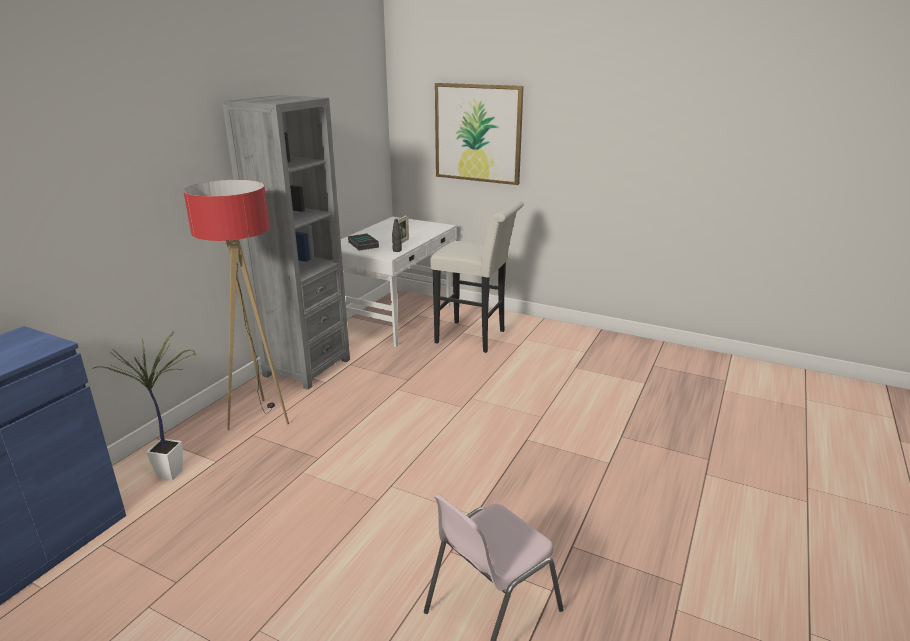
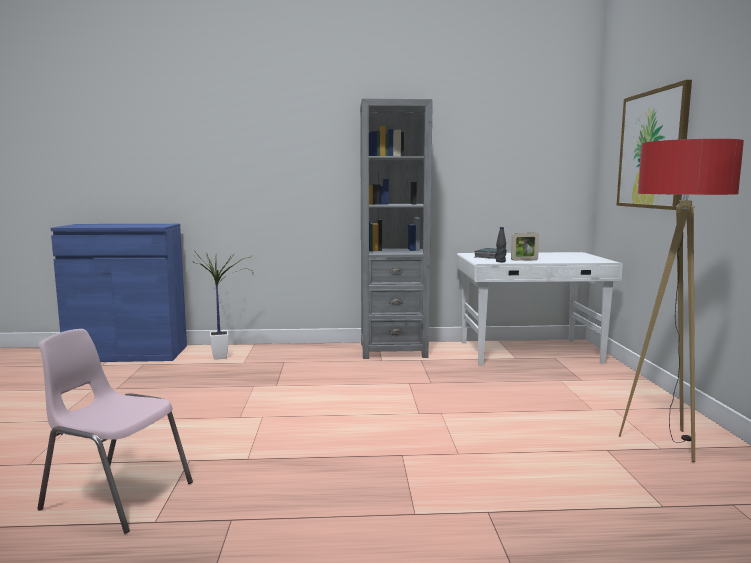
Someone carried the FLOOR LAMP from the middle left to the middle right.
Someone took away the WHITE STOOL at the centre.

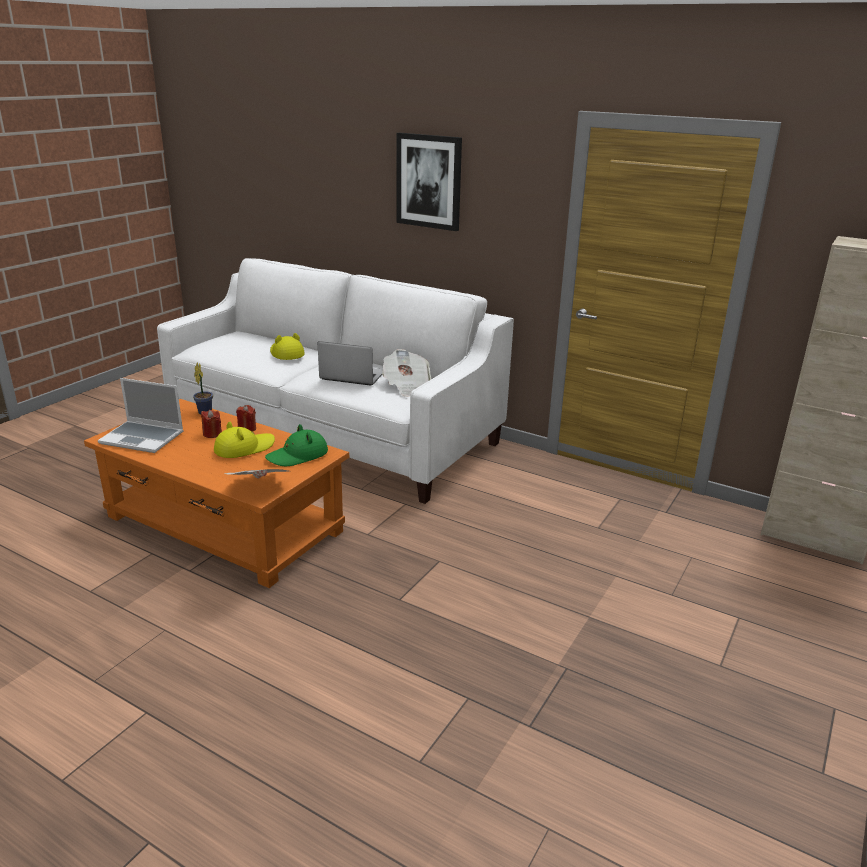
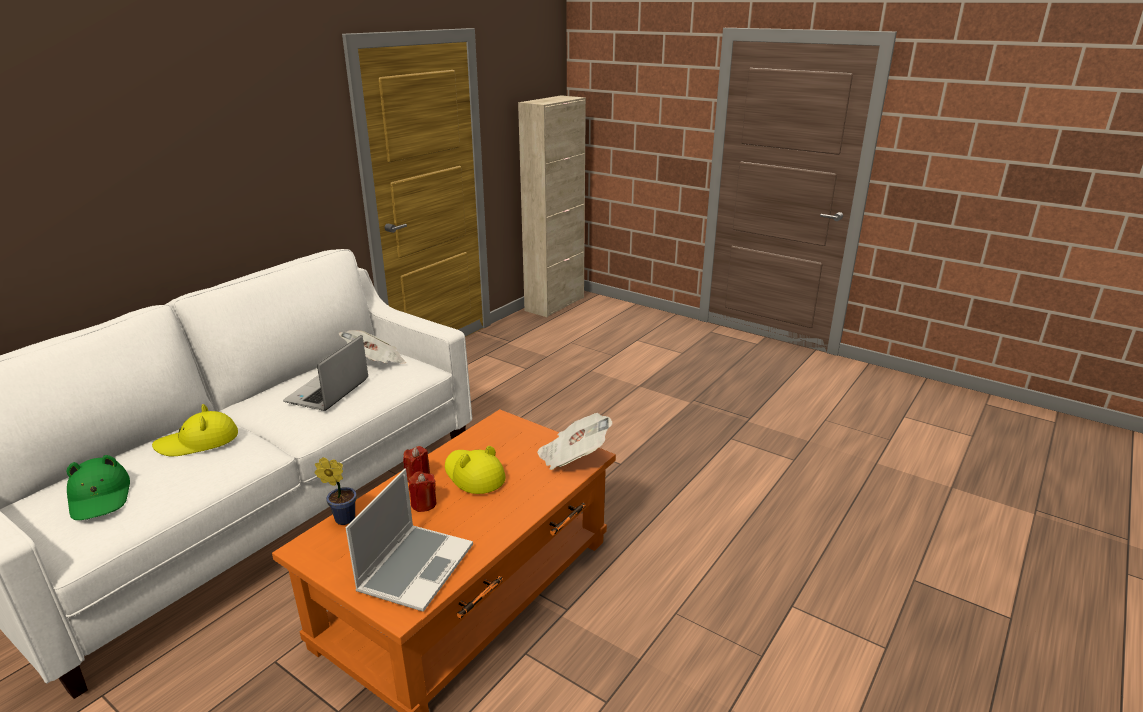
Someone took away the PICTURE at the top centre.
Someone carried the GREEN HAT from the centre to the bottom left.

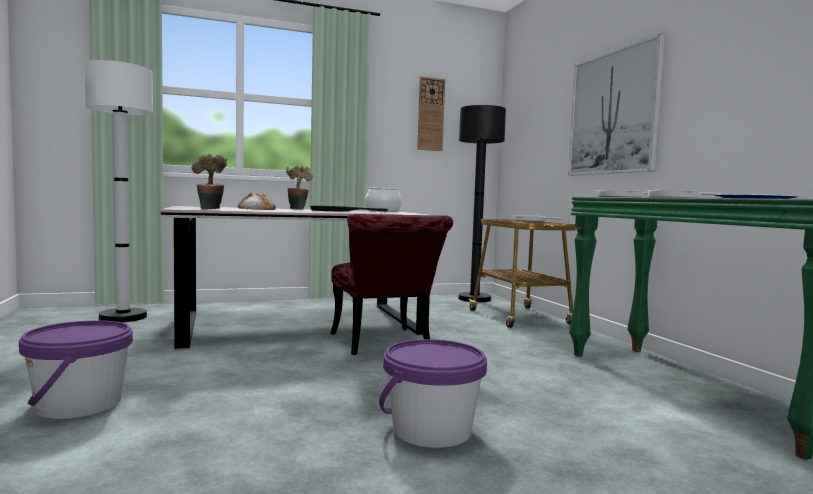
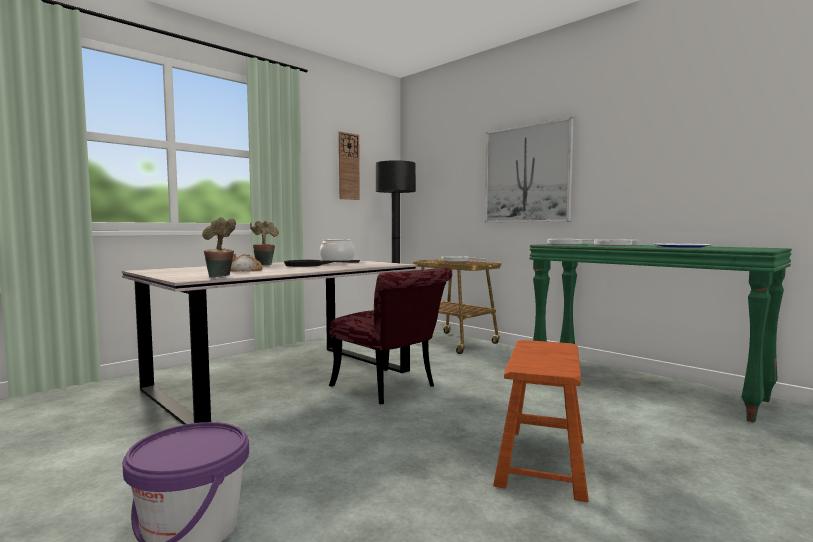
Someone took away the WHITE FLOOR LAMP at the middle left.
Someone swapped the PURPLE BUCKET (no. 2 from left) at the bottom centre for the BROWN STOOL at the bottom centre.

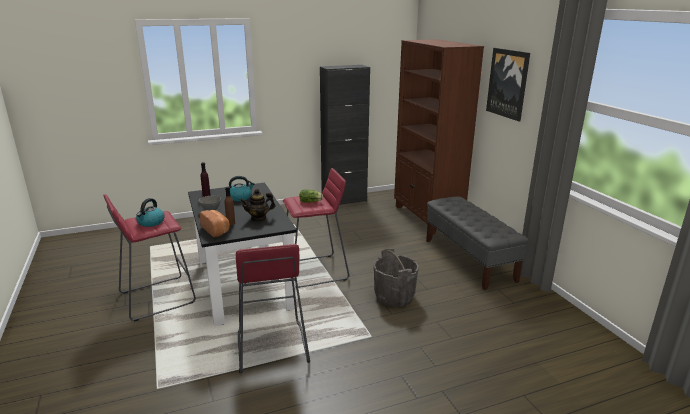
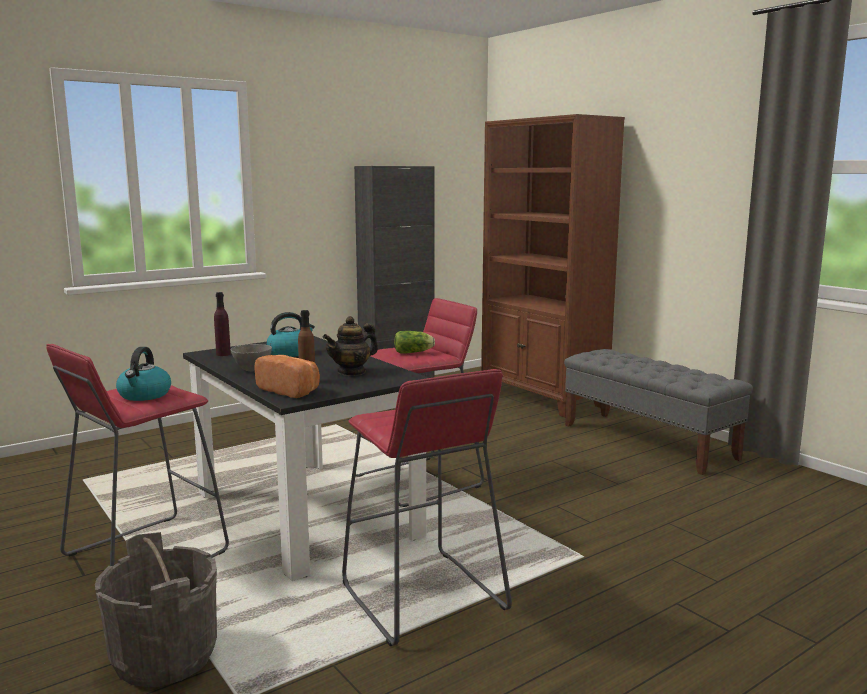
Someone took away the PICTURE at the top right.
Someone carried the GREY BUCKET from the bottom centre to the bottom left.

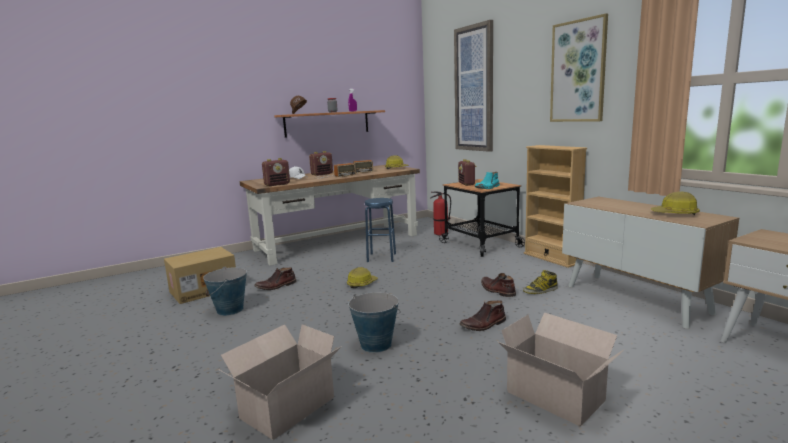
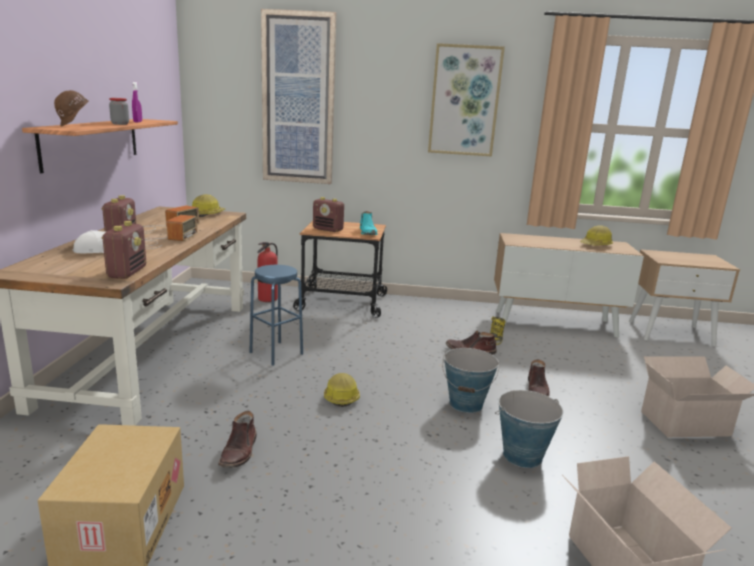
Someone took away the BEIGE BOOKCASE at the middle right.
Someone carried the BUCKET (no. 1 from left) from the middle left to the bottom centre.

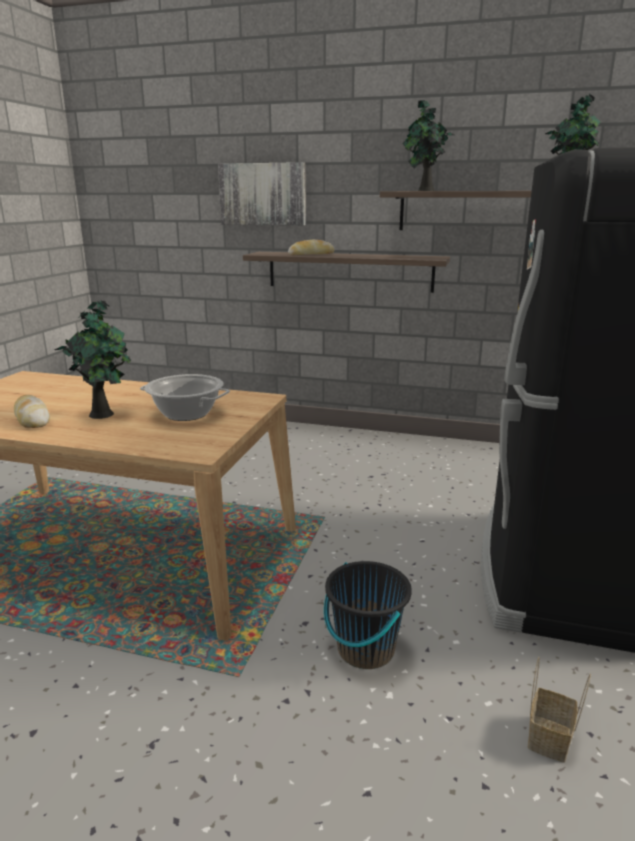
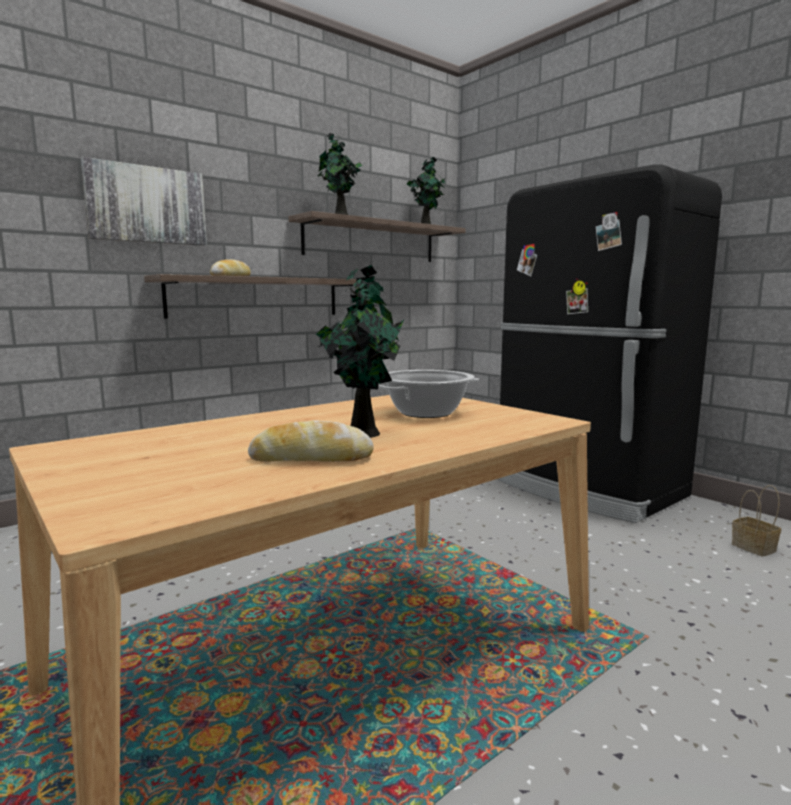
Someone took away the BLACK BUCKET at the bottom centre.

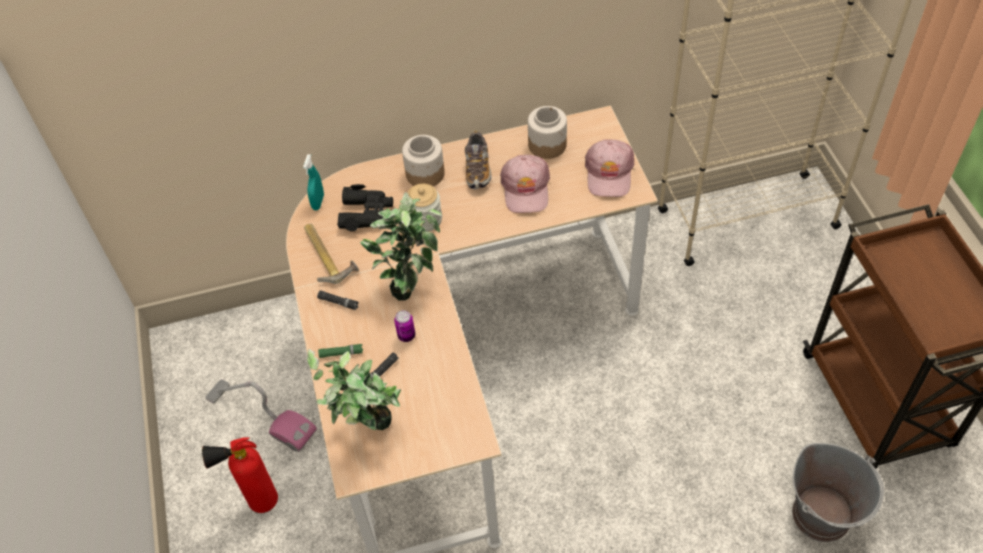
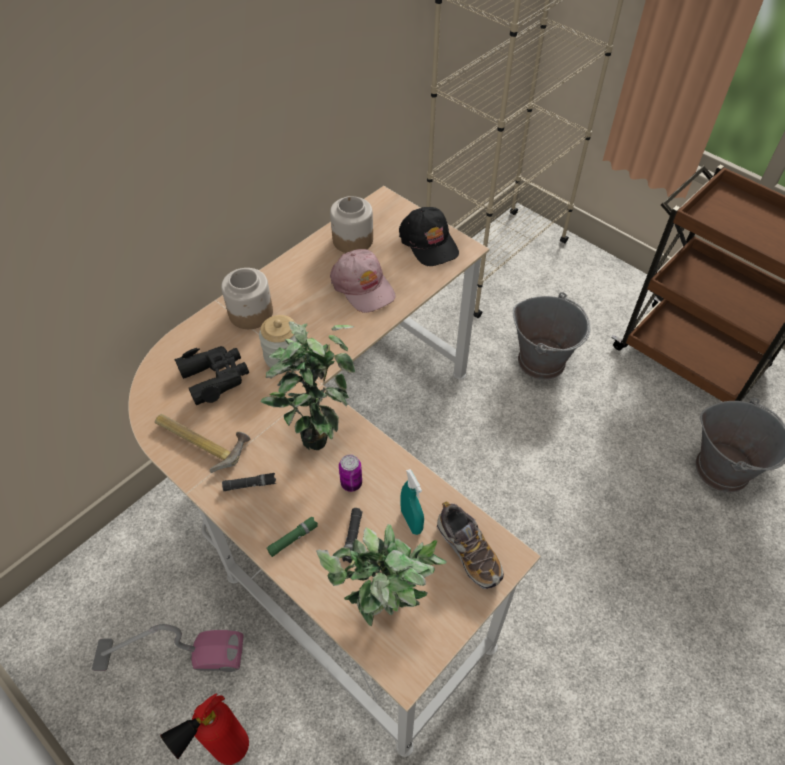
Someone carried the SHOE from the top centre to the bottom centre.
Someone repainted the PINK CAP (no. 2 from left) at the top centre, which became the BLACK CAP at the top centre.
Someone carried the TURQUOISE SPRAY BOTTLE from the top left to the centre.
Someone put down the GREY BUCKET (no. 1 from left) at the middle right.

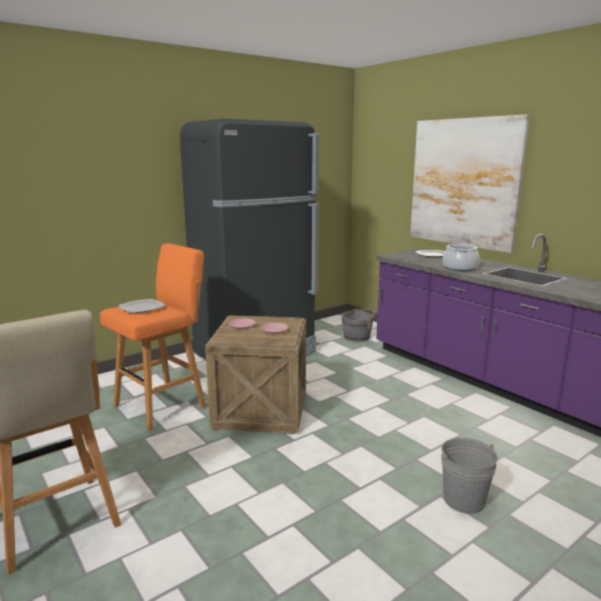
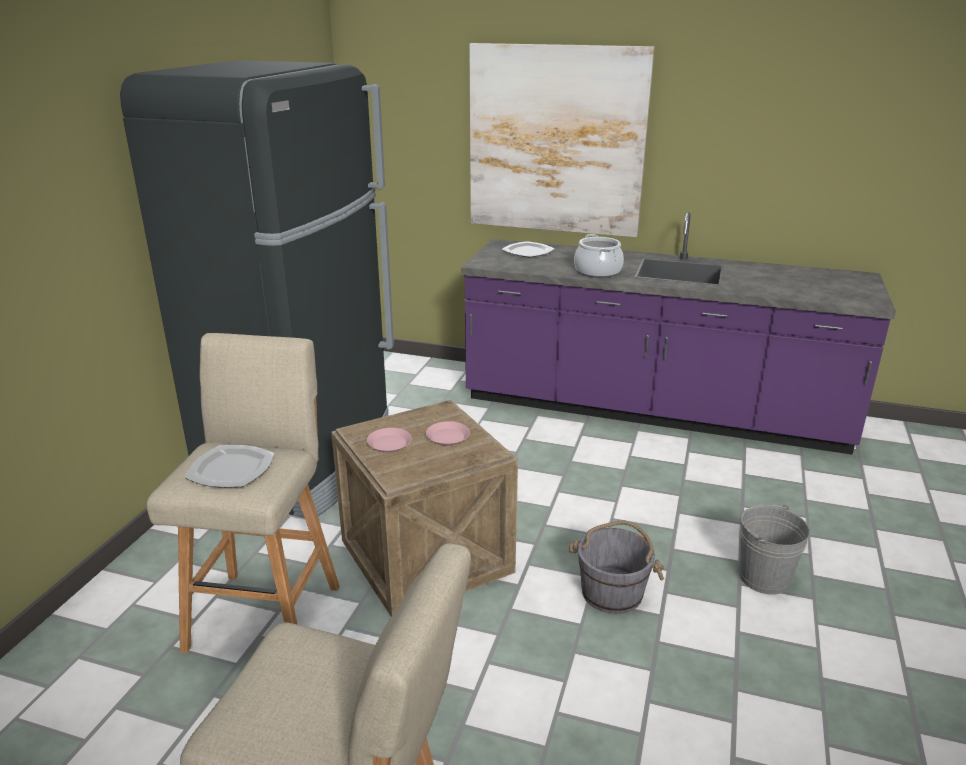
Someone repainted the ORANGE STOOL at the middle left, which became the BEIGE STOOL (no. 1 from left) at the middle left.
Someone carried the GREY BUCKET (no. 1 from left) from the centre to the bottom centre.

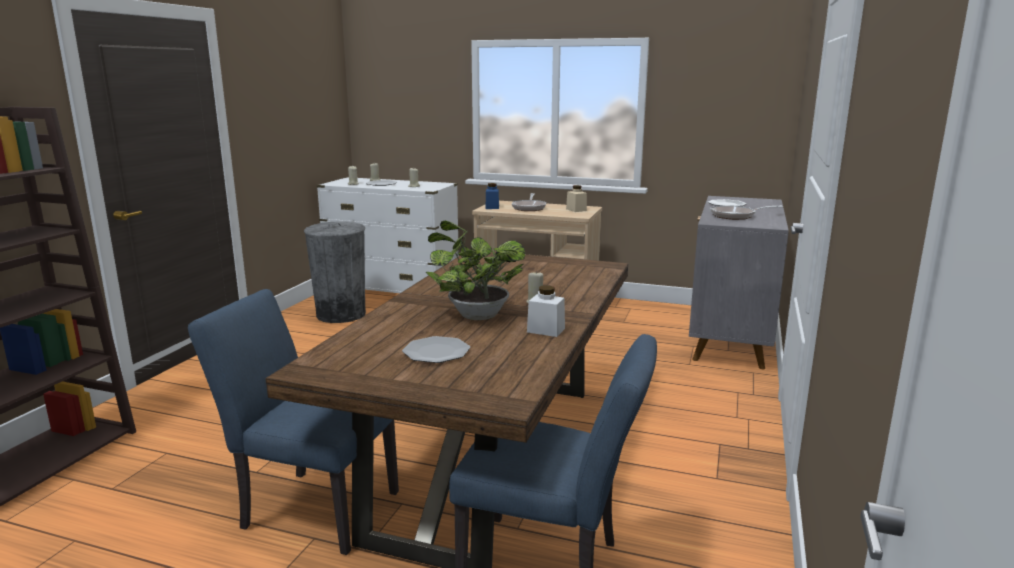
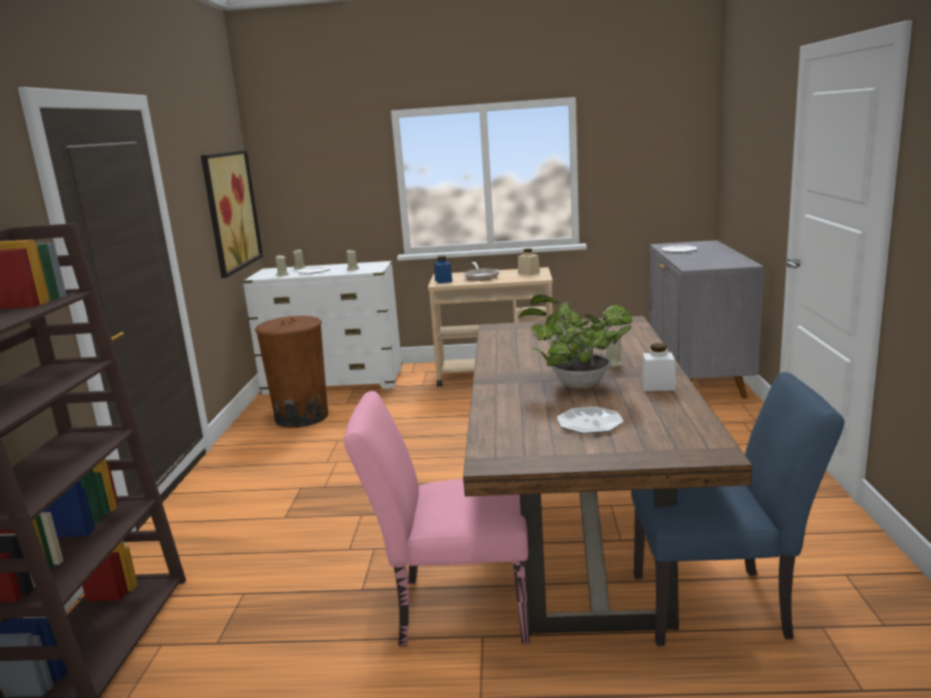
Someone took away the FRYING PAN (no. 2 from left) at the middle right.
Someone repainted the GREY TRASH CAN at the middle left, which became the BROWN TRASH CAN at the middle left.
Someone repainted the BLUE CHAIR (no. 1 from left) at the bottom left, which became the PINK CHAIR at the bottom centre.
Someone put up the PICTURE at the top left.

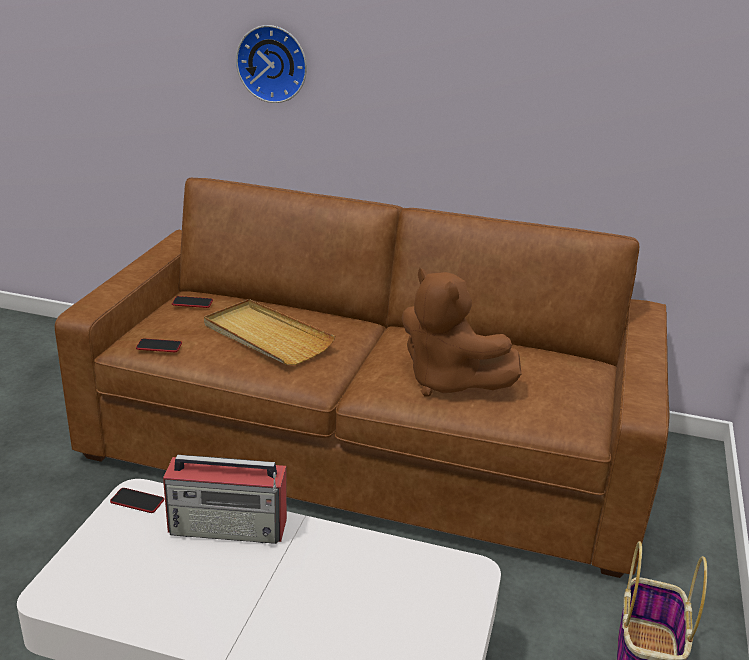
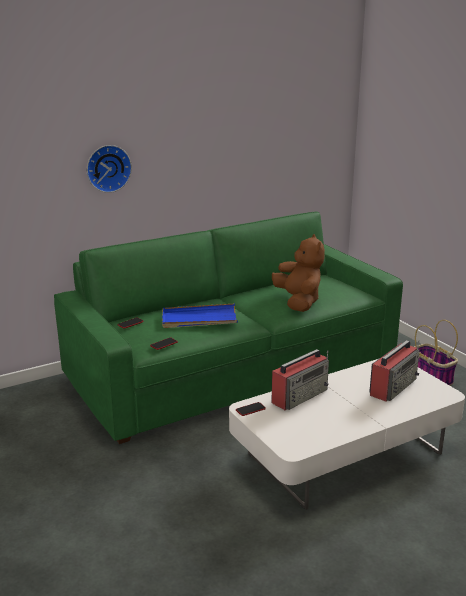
Someone repainted the BROWN SOFA at the centre, which became the GREEN SOFA at the centre.
Someone rotated the BROWN PLUSH TOY at the centre by 105 degrees counterclockwise.
Someone repainted the BEIGE TRAY at the centre, which became the BLUE TRAY at the centre.
Someone put down the RADIO (no. 2 from left) at the middle right.

